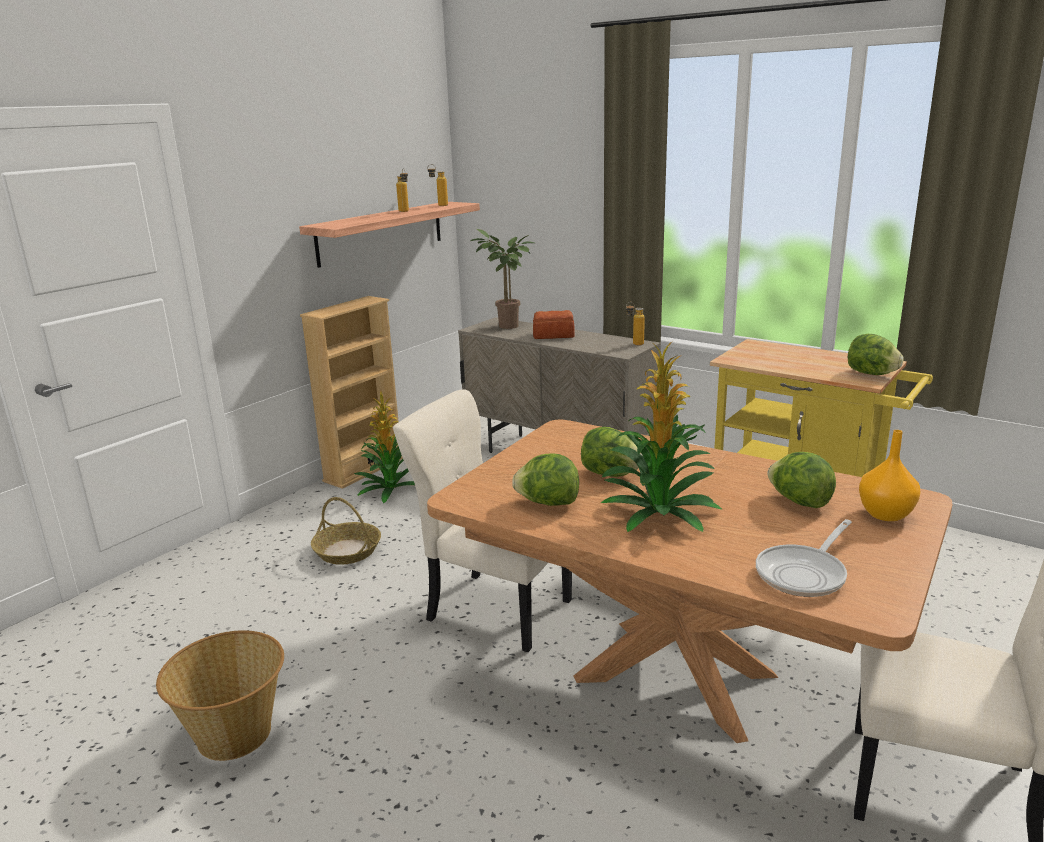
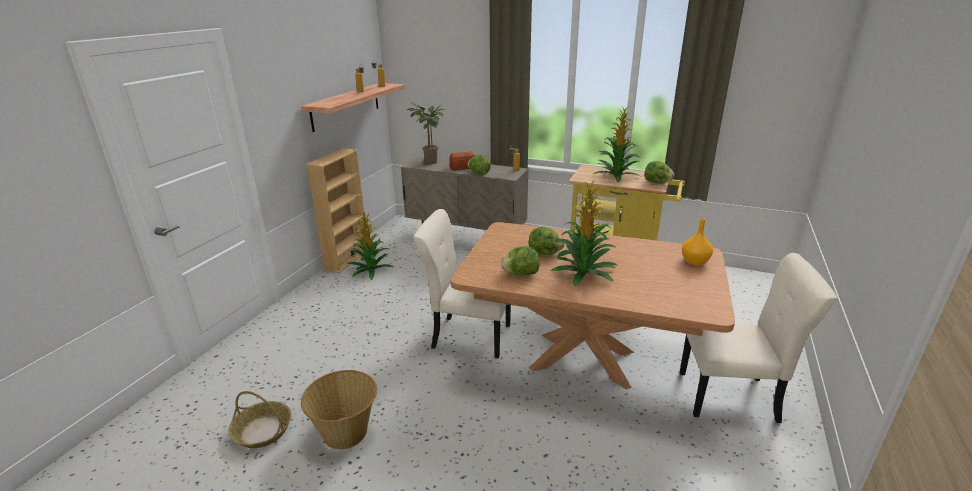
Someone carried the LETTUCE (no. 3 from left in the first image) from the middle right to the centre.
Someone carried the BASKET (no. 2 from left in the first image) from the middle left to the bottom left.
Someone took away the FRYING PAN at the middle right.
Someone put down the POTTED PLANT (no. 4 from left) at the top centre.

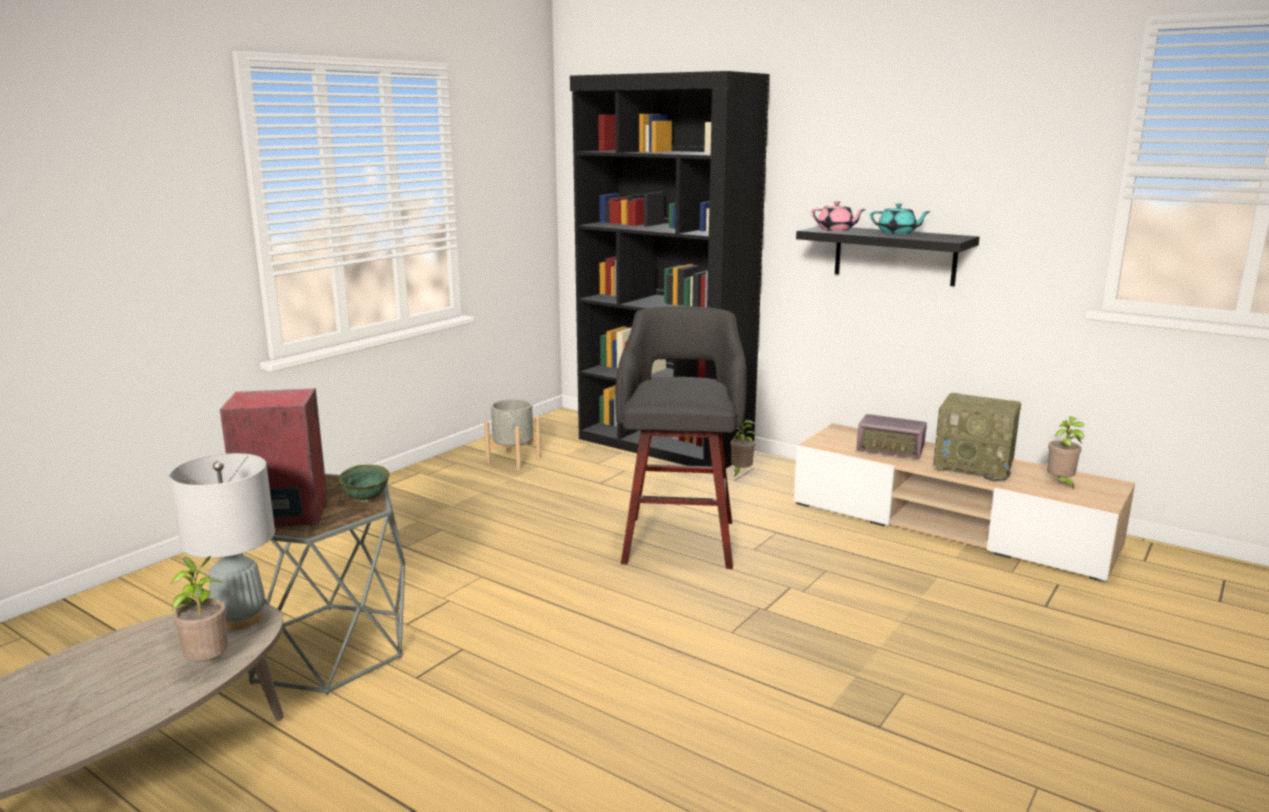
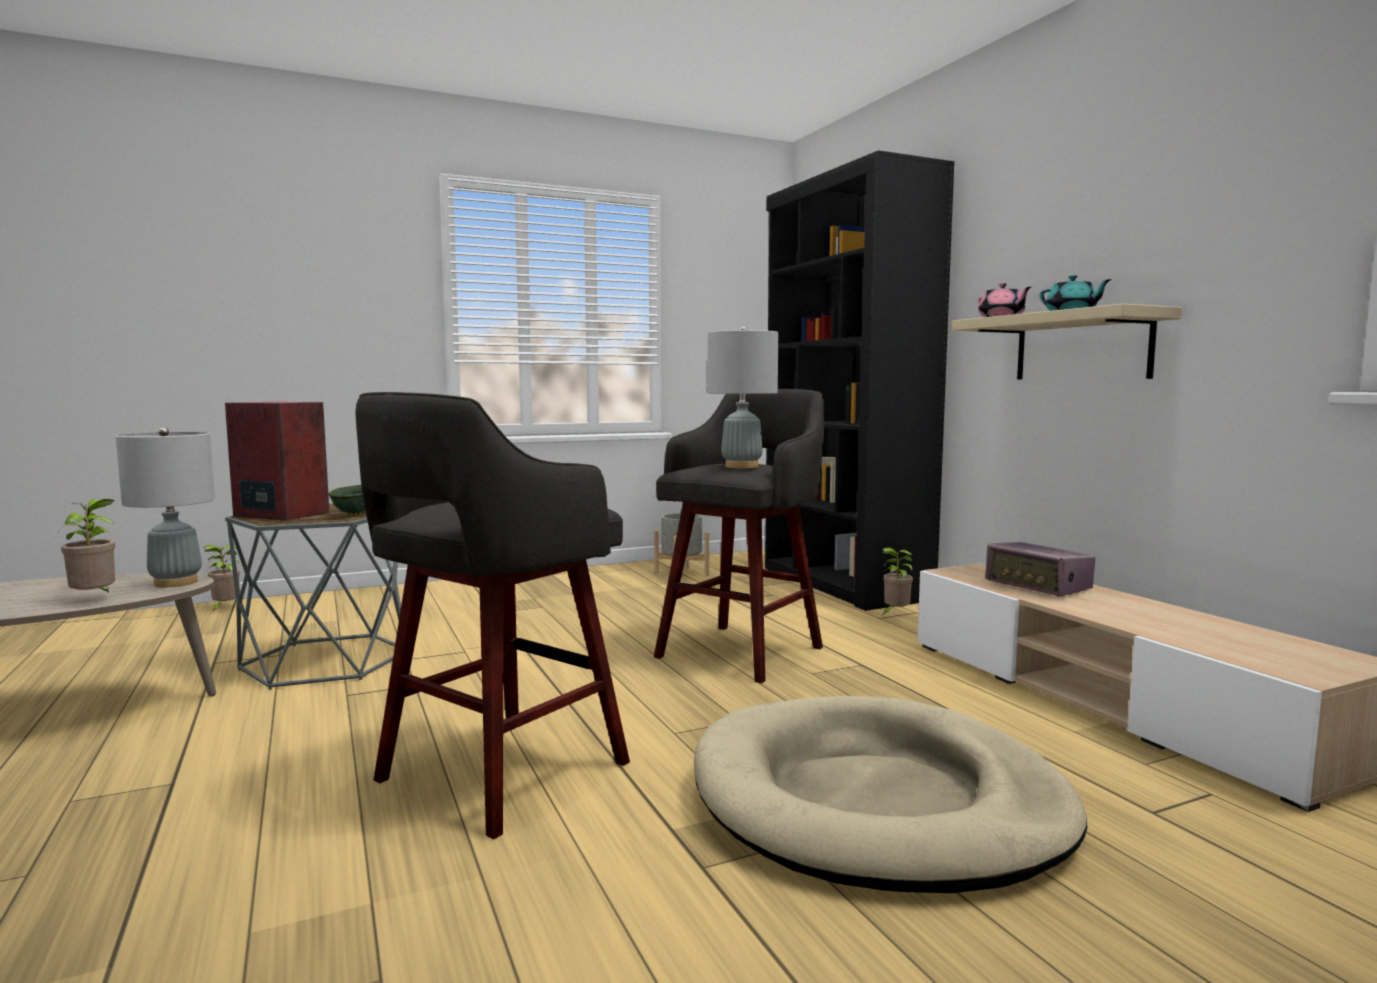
Someone repainted the BLACK SHELF at the top right, which became the BEIGE SHELF at the middle right.
Someone took away the RADIO (no. 2 from left) at the middle right.
Someone carried the POTTED PLANT (no. 3 from left in the first image) from the middle right to the middle left.
Someone put down the GREY TABLE LAMP (no. 2 from left) at the centre.
Someone put down the GREY STOOL (no. 1 from left) at the centre.
Someone put down the BEIGE DOG BED at the bottom centre.

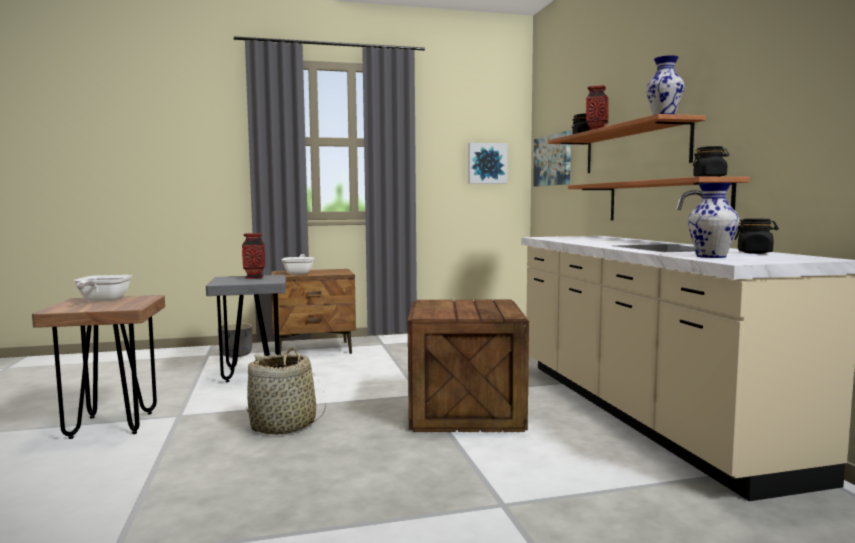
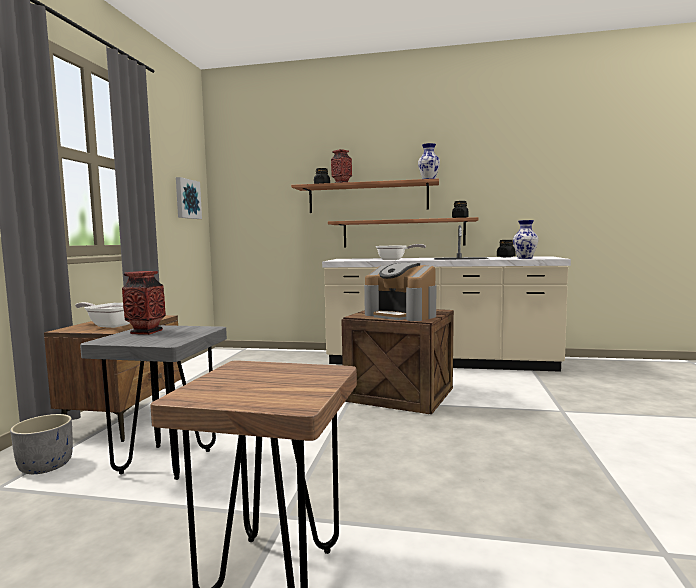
Someone took away the PICTURE (no. 2 from left) at the top centre.
Someone carried the FRYING PAN (no. 1 from left in the first image) from the middle left to the centre.
Someone took away the BASKET at the bottom centre.
Someone put down the COFFEE MACHINE at the centre.

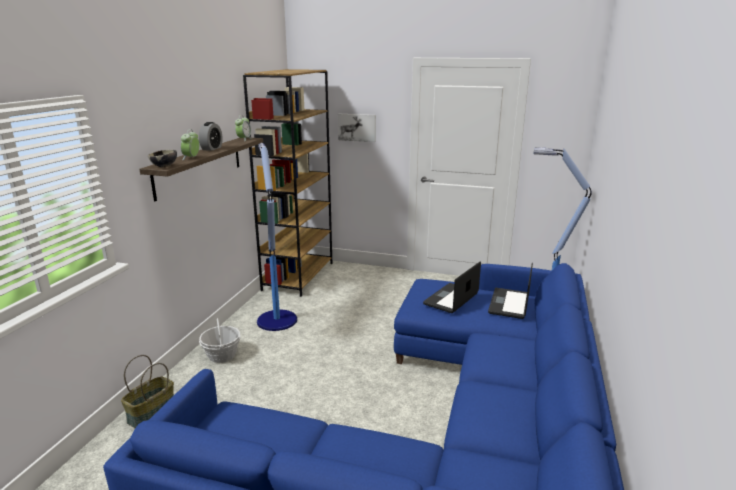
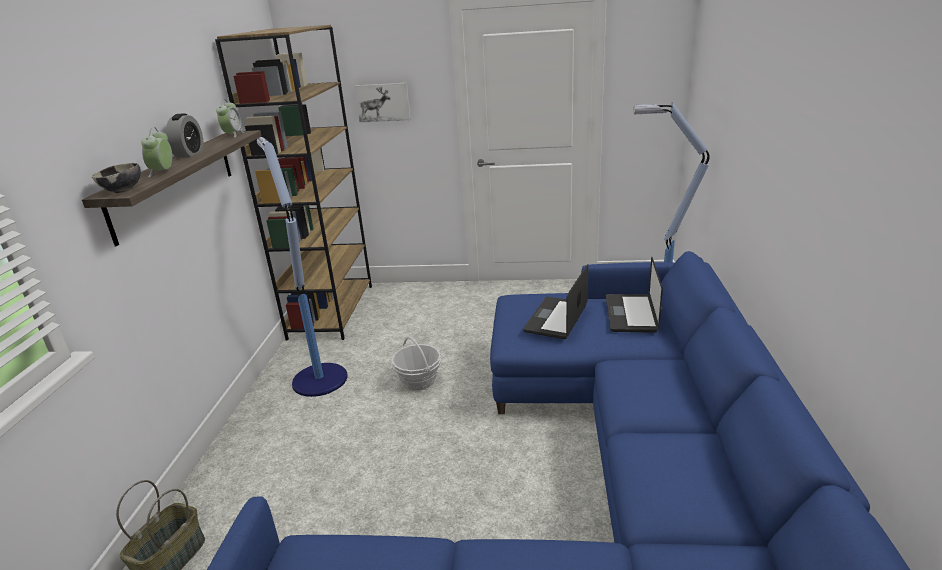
Someone carried the BASKET (no. 2 from left) from the bottom left to the centre.

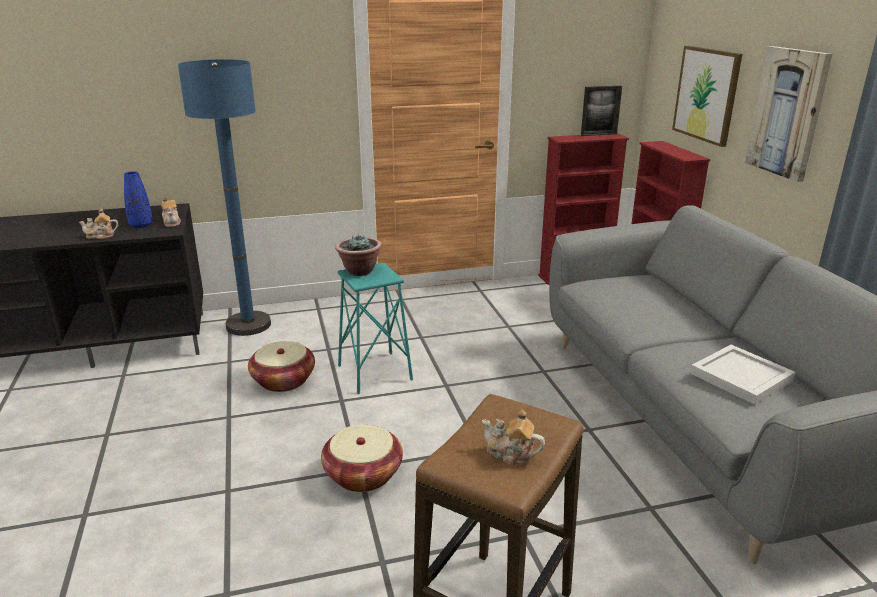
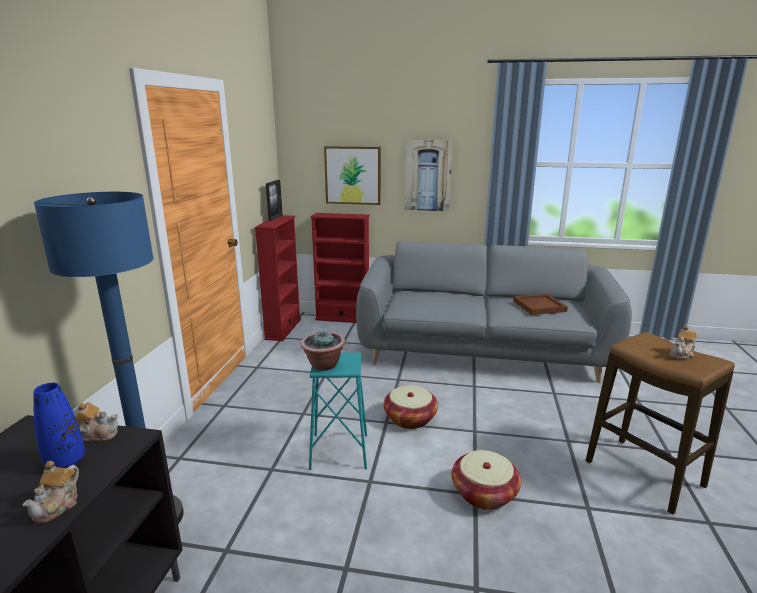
Someone carried the BASKET (no. 1 from left) from the middle left to the bottom centre.
Someone repainted the WHITE TRAY at the middle right, which became the BROWN TRAY at the middle right.

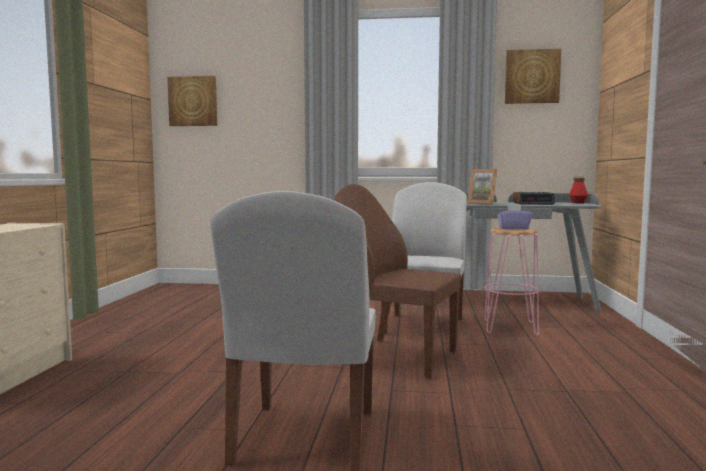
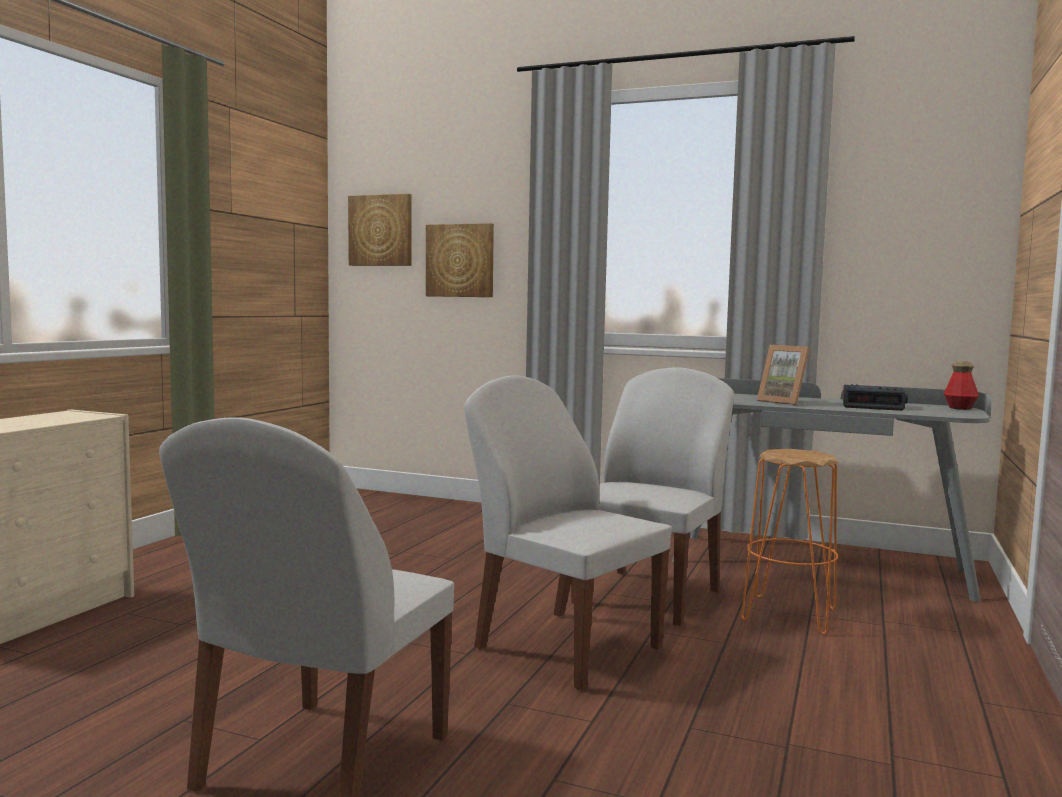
Someone carried the PICTURE (no. 2 from left) from the top right to the top centre.
Someone repainted the BROWN CHAIR at the centre, which became the WHITE CHAIR (no. 2 from left) at the bottom centre.
Someone took away the PURPLE TISSUE BOX at the middle right.
Someone repainted the PINK STOOL at the middle right, which became the ORANGE STOOL at the bottom right.

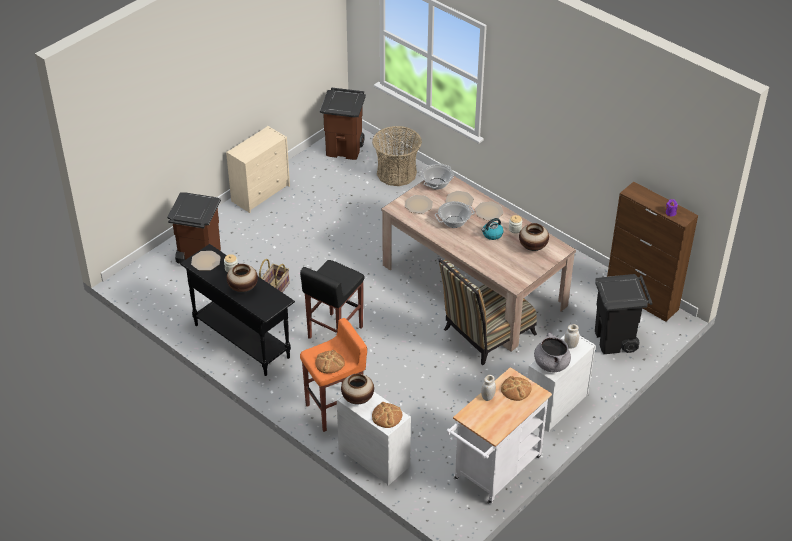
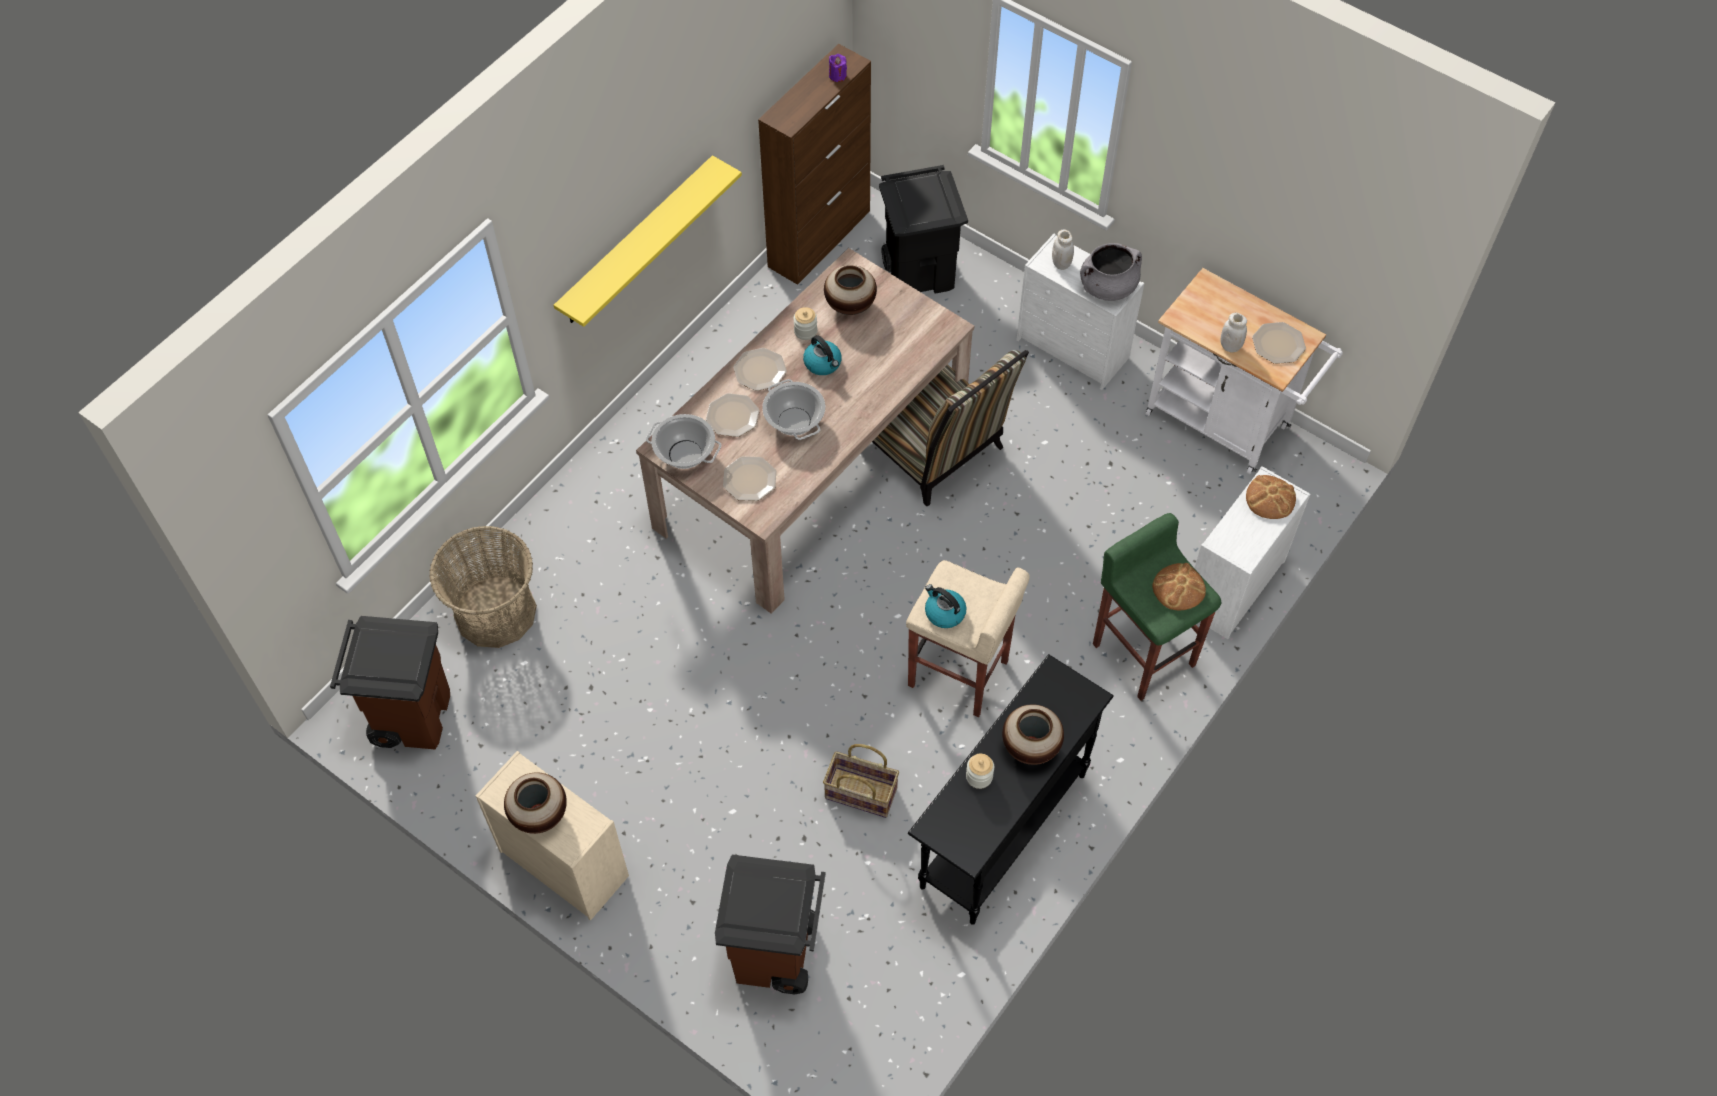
Someone carried the PLATE (no. 1 from left in the first image) from the middle left to the top right.
Someone repainted the BLACK STOOL at the centre, which became the BEIGE STOOL at the centre.
Someone repainted the ORANGE STOOL at the bottom centre, which became the GREEN STOOL at the middle right.
Someone carried the VASE (no. 2 from left in the first image) from the bottom centre to the bottom left.
Someone took away the BREAD (no. 3 from left) at the bottom centre.
Someone put up the YELLOW SHELF at the top centre.
Someone put down the KETTLE (no. 2 from left) at the centre.

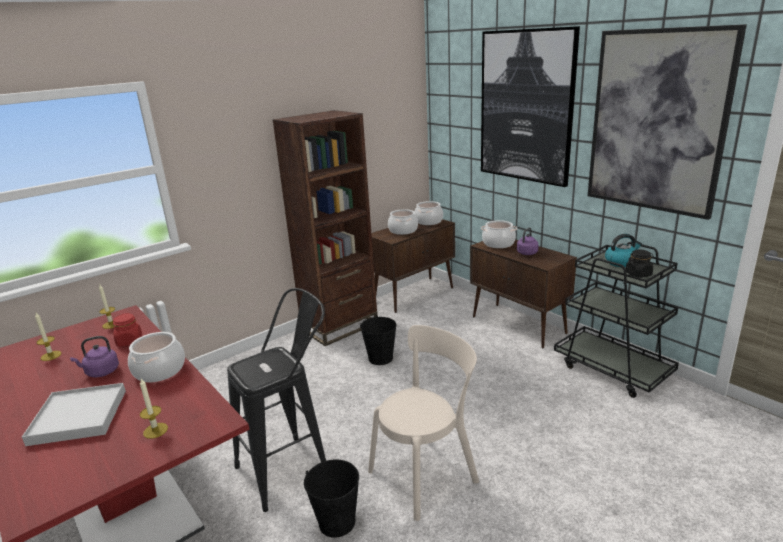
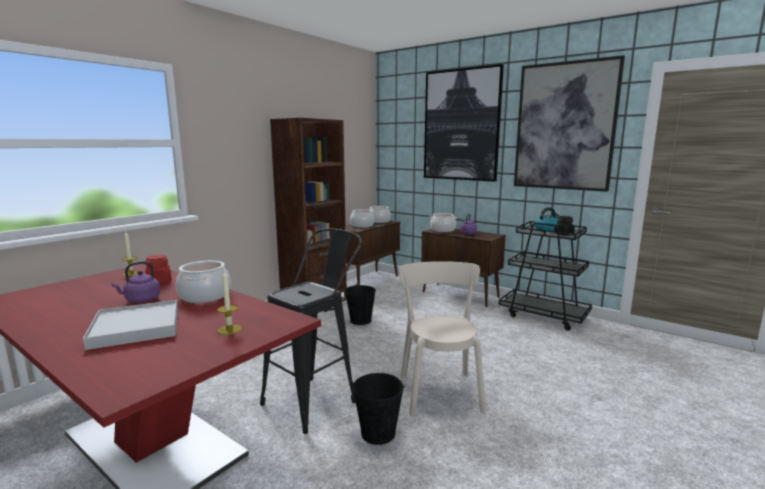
Someone took away the CANDLE (no. 1 from left) at the middle left.
Someone rotated the BEIGE CHAIR at the bottom centre by 45 degrees counterclockwise.

